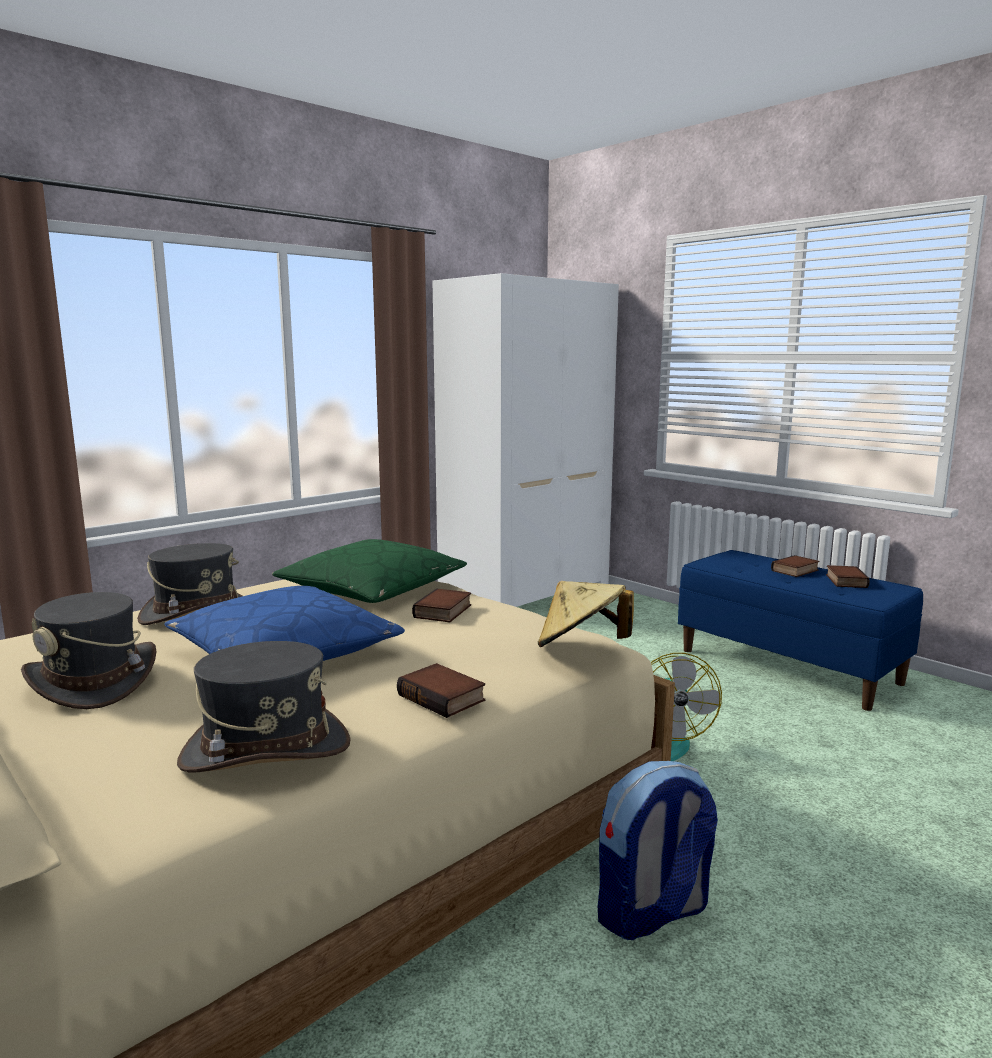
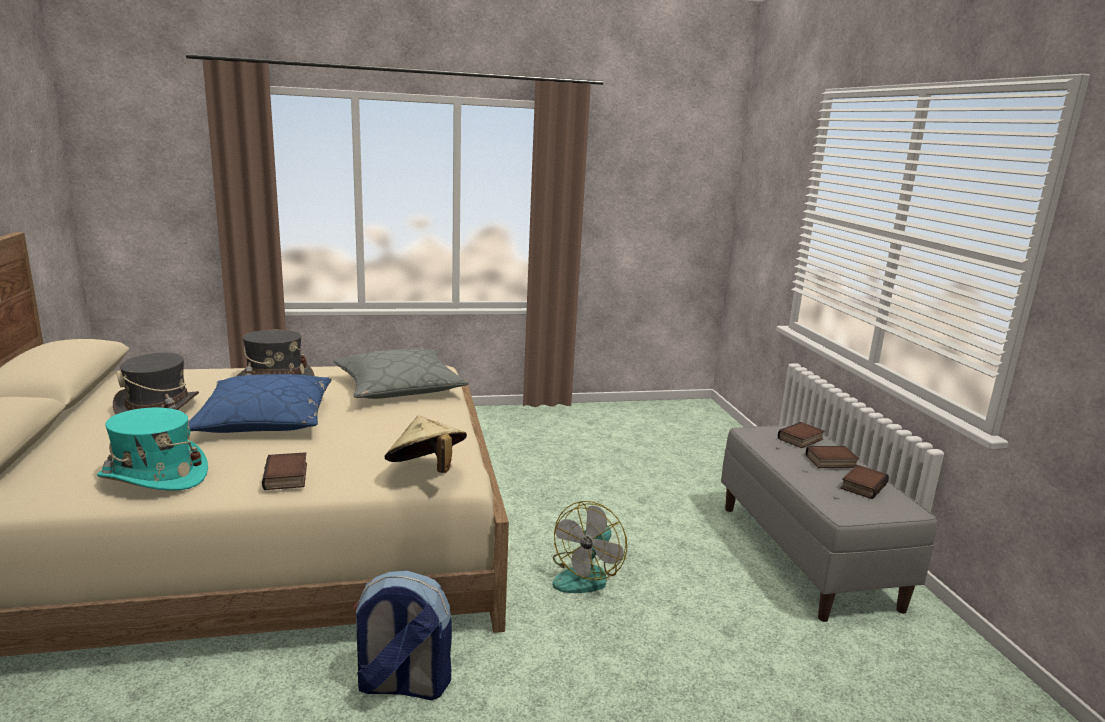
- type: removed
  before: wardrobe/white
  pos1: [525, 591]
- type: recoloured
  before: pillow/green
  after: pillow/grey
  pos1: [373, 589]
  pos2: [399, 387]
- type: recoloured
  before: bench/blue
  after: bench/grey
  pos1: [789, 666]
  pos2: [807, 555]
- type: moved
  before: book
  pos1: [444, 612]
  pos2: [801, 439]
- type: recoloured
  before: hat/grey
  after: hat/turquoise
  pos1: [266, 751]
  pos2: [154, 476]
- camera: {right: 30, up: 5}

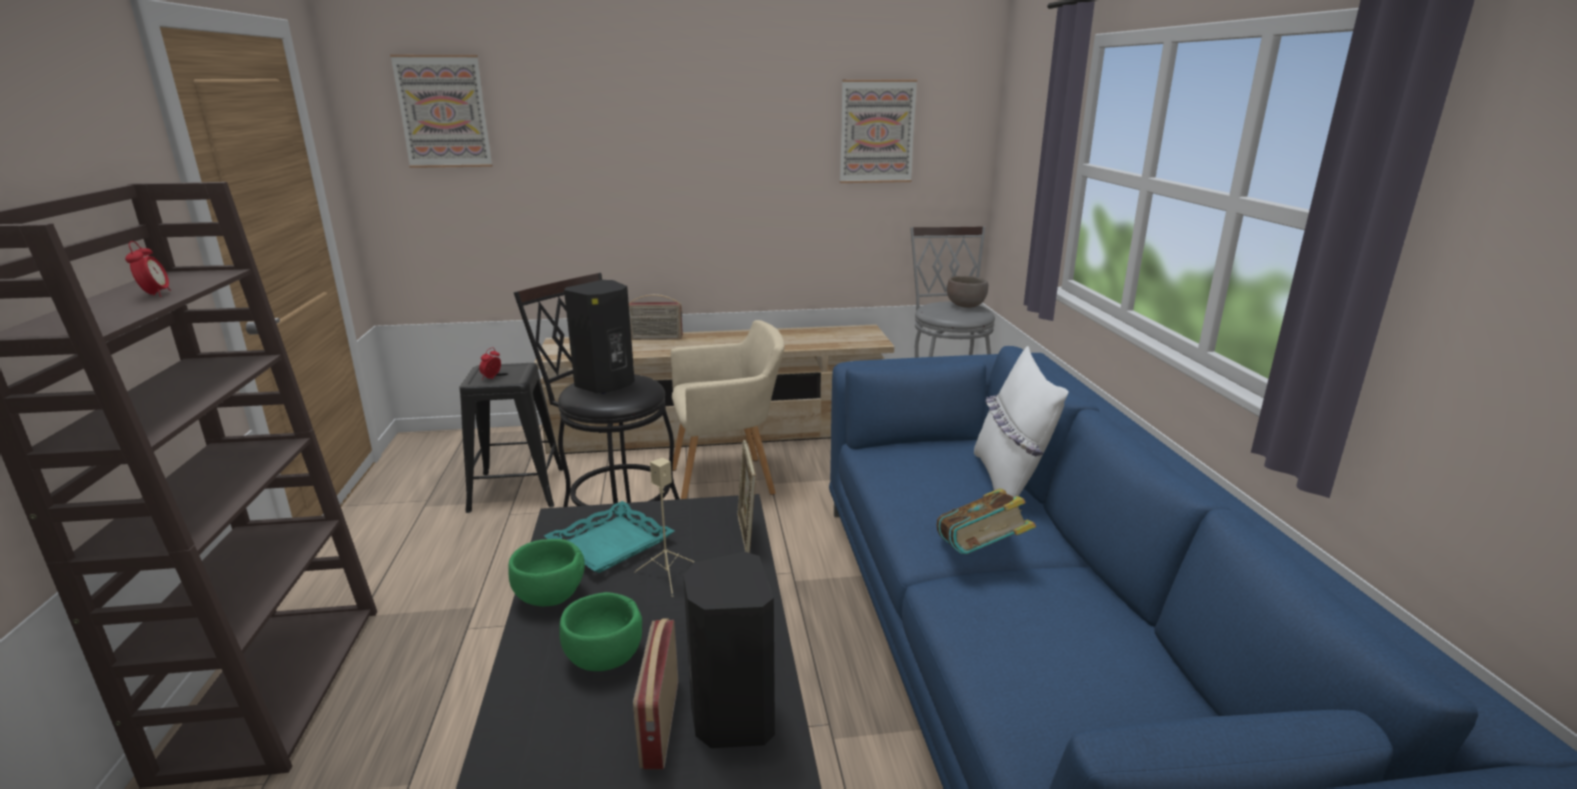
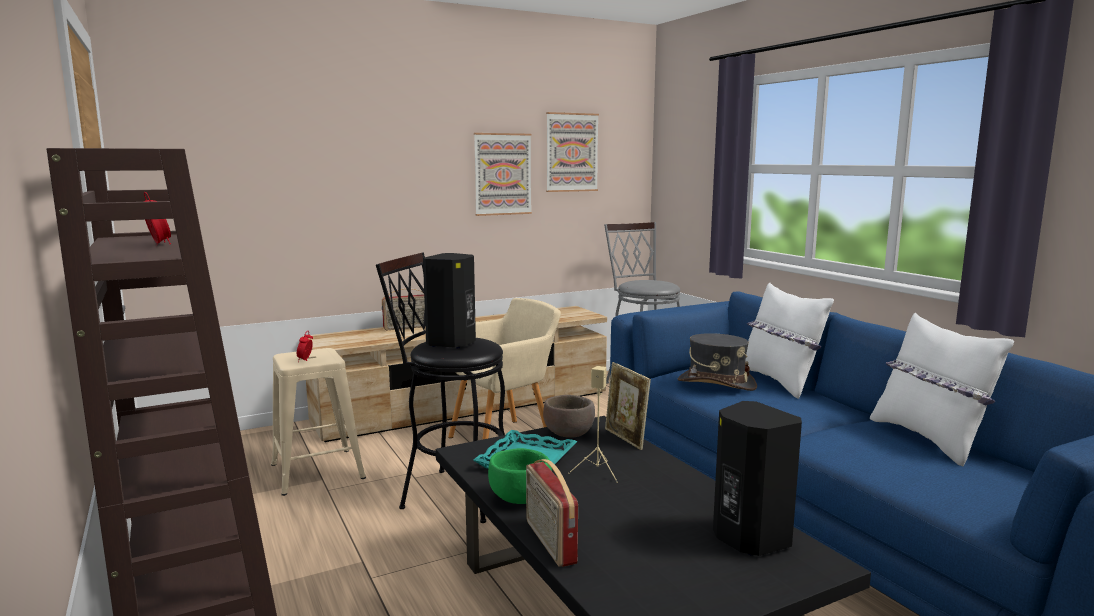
- type: moved
  before: picture
  pos1: [443, 112]
  pos2: [502, 174]
- type: moved
  before: bowl/brown
  pos1: [966, 306]
  pos2: [569, 435]
- type: recoloured
  before: stool/black
  after: stool/beige
  pos1: [517, 489]
  pos2: [317, 471]
- type: removed
  before: book
  pos1: [980, 555]
- type: removed
  before: bowl/green
  pos1: [605, 659]
- type: moved
  before: radio
  pos1: [659, 723]
  pos2: [549, 542]
- type: added
  after: pillow/white
  pos2: [929, 439]
- type: added
  after: hat/grey
  pos2: [716, 383]
- camera: {right: -20, up: -10}

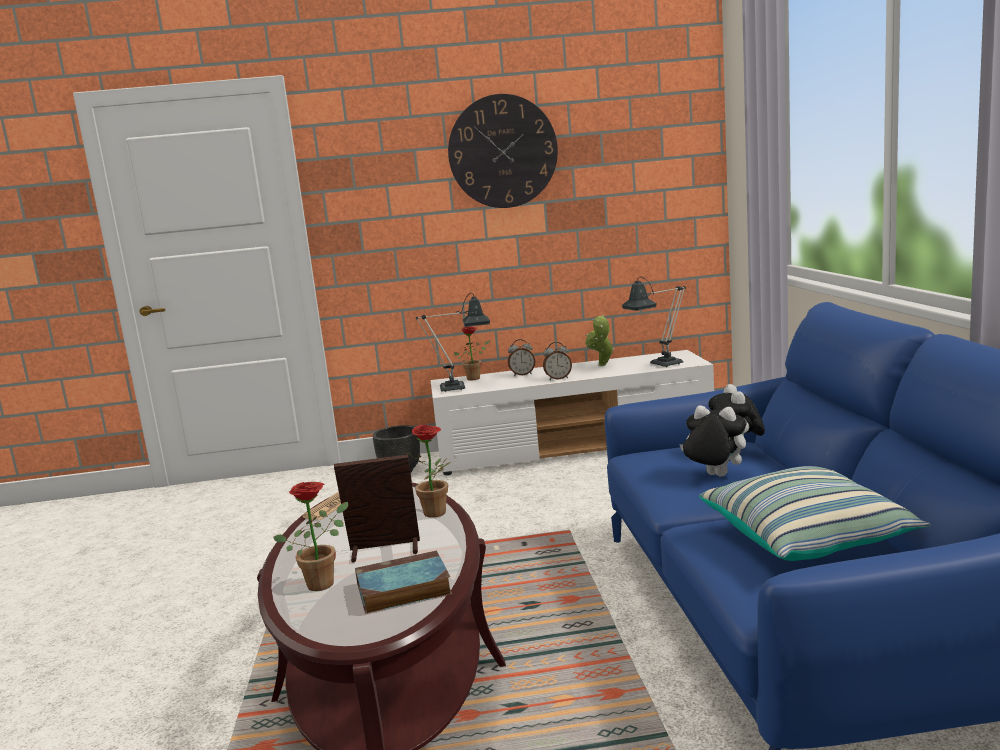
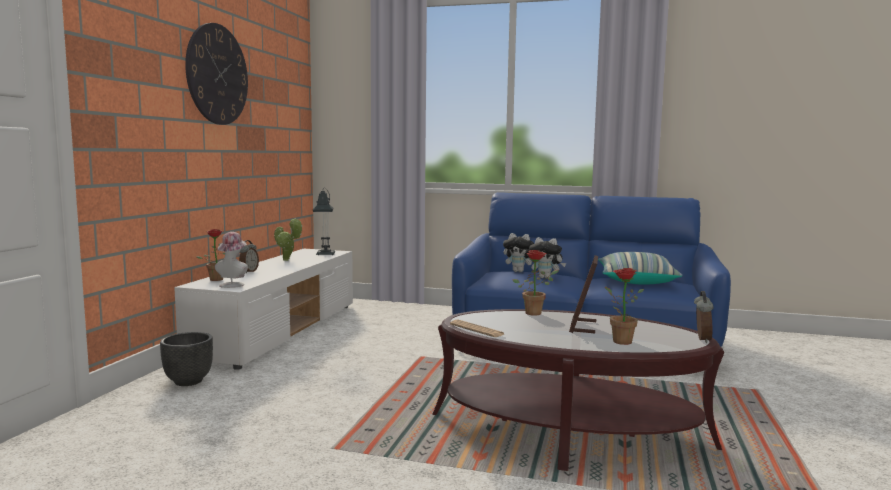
- type: replaced
  before: table lamp
  after: hat
  pos1: [460, 387]
  pos2: [233, 284]
- type: moved
  before: alarm clock
  pos1: [558, 378]
  pos2: [701, 339]
- type: turned
  before: plush toy
  pos1: [714, 476]
  pos2: [546, 277]
  turn: -120
- type: removed
  before: book
  pos1: [401, 590]
- camera: {right: -70, up: -5}

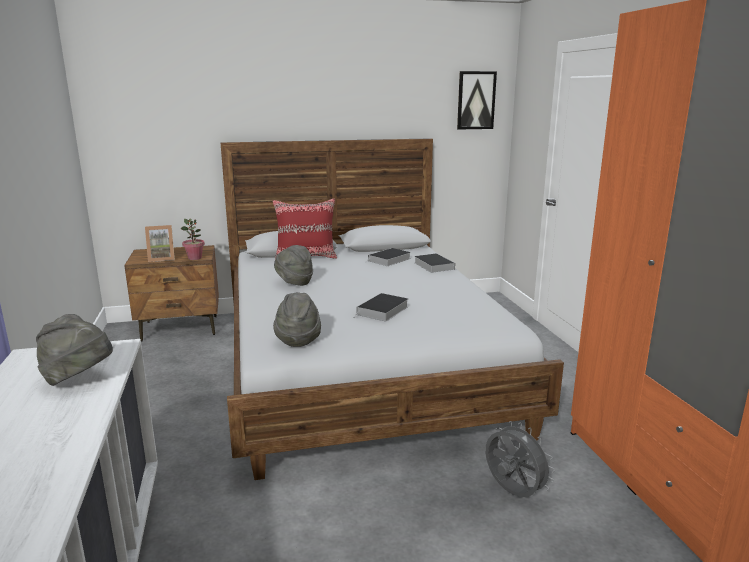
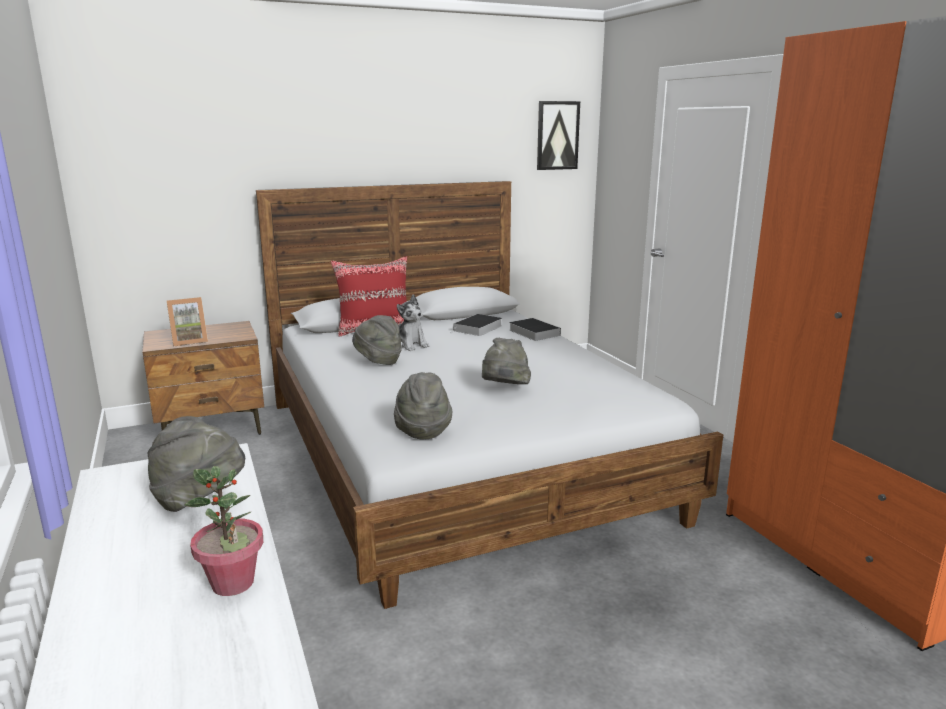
- type: moved
  before: potted plant
  pos1: [195, 258]
  pos2: [233, 583]
- type: replaced
  before: book
  after: hat/grey
  pos1: [382, 311]
  pos2: [504, 389]
- type: removed
  before: fan/grey
  pos1: [512, 492]
- type: added
  after: plush toy
  pos2: [409, 345]
- camera: {right: -10, up: 0}

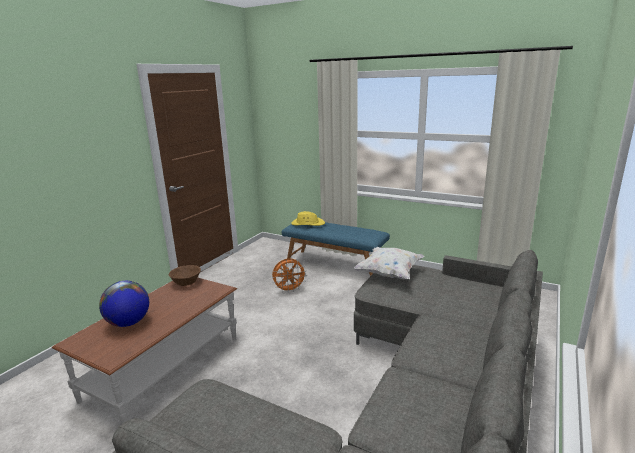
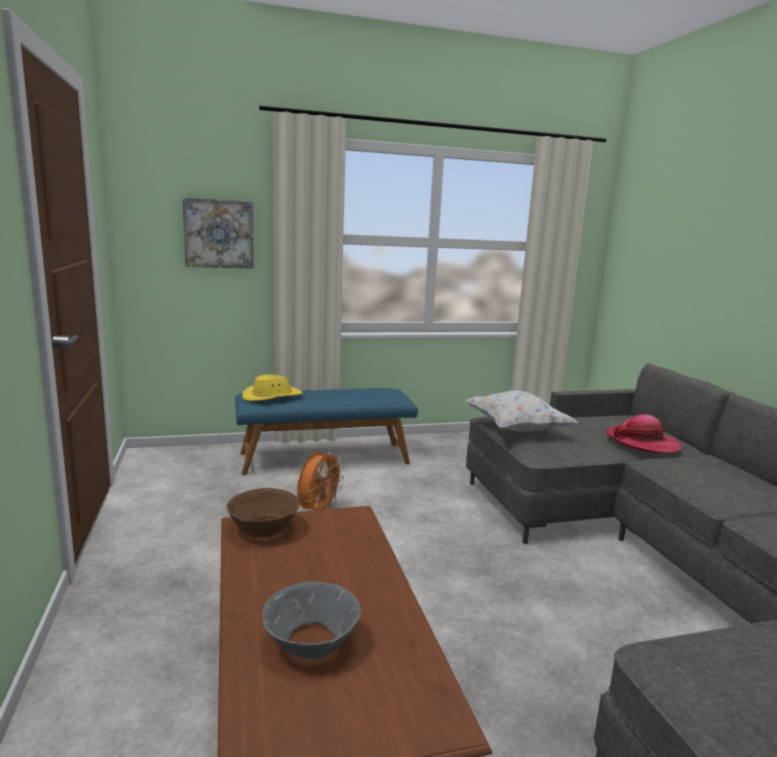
- type: replaced
  before: globe
  after: bowl/grey
  pos1: [129, 323]
  pos2: [310, 643]
- type: added
  after: picture
  pos2: [219, 233]
- type: added
  after: hat
  pos2: [642, 443]
- camera: {right: -45, up: -5}

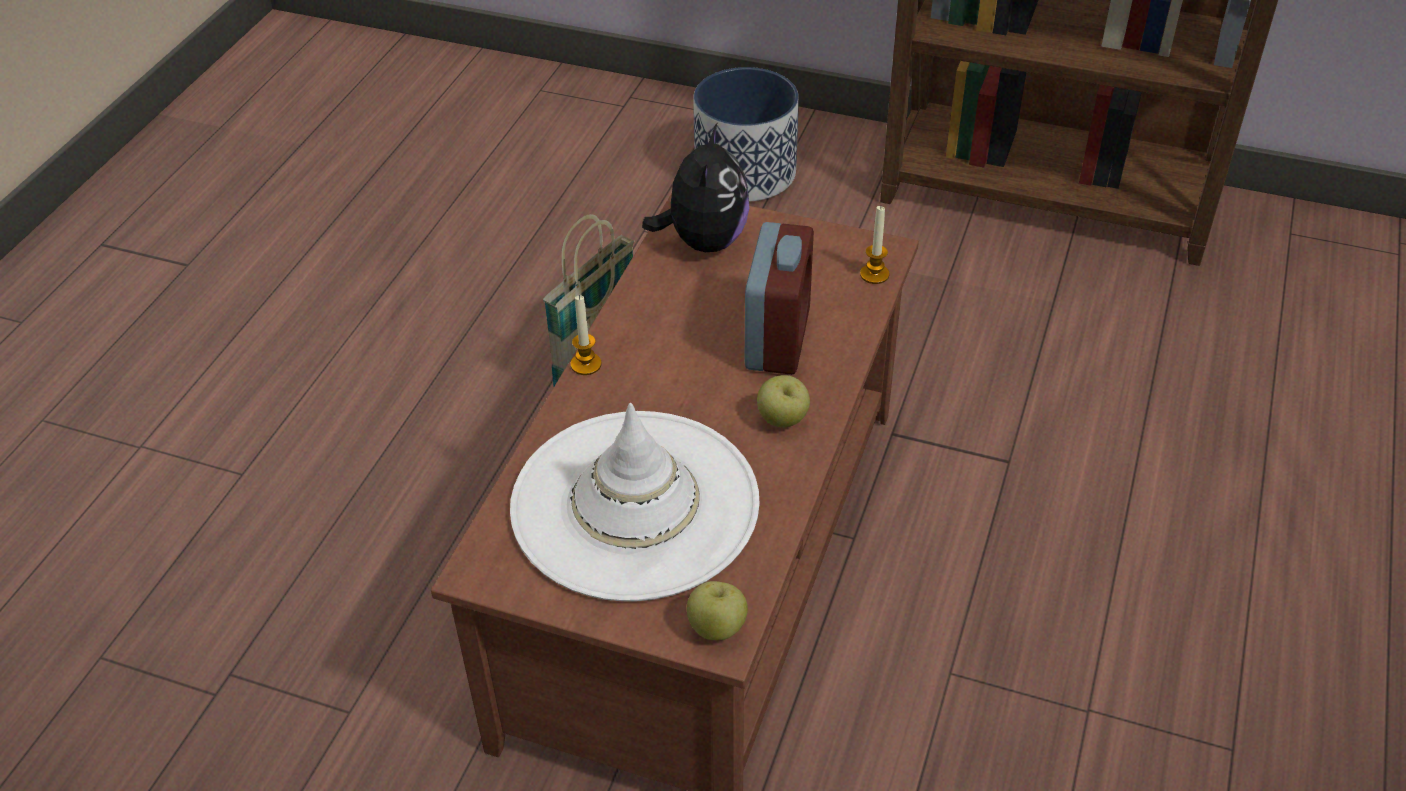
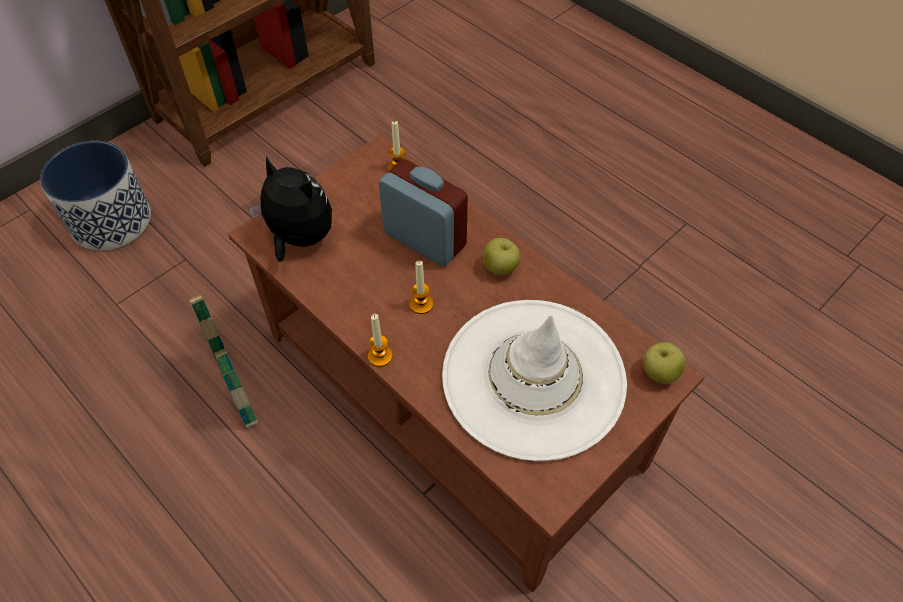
- type: added
  after: candle
  pos2: [421, 304]
- camera: {right: -65, up: 10}

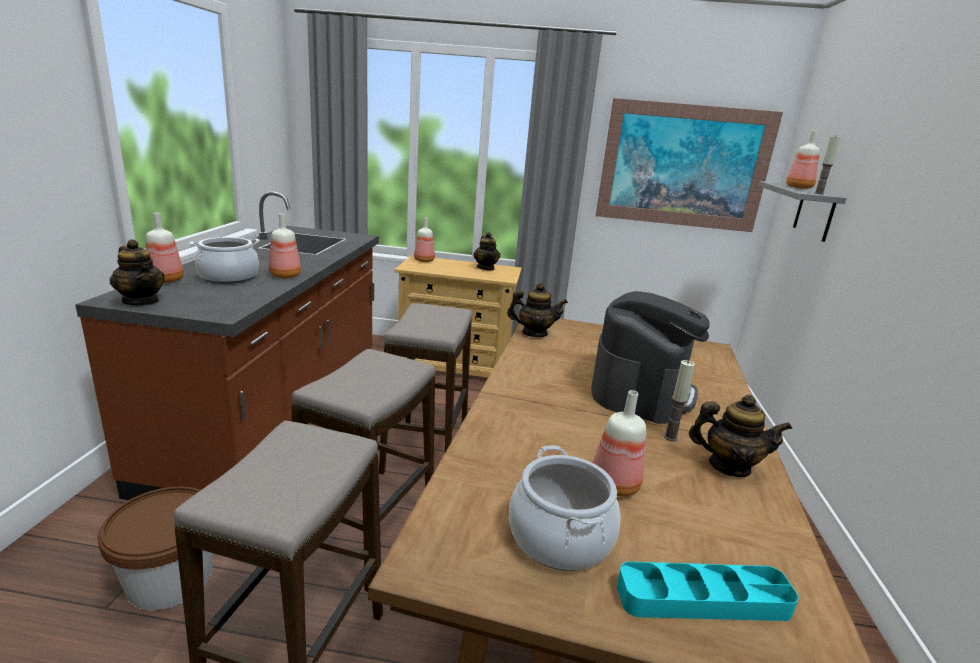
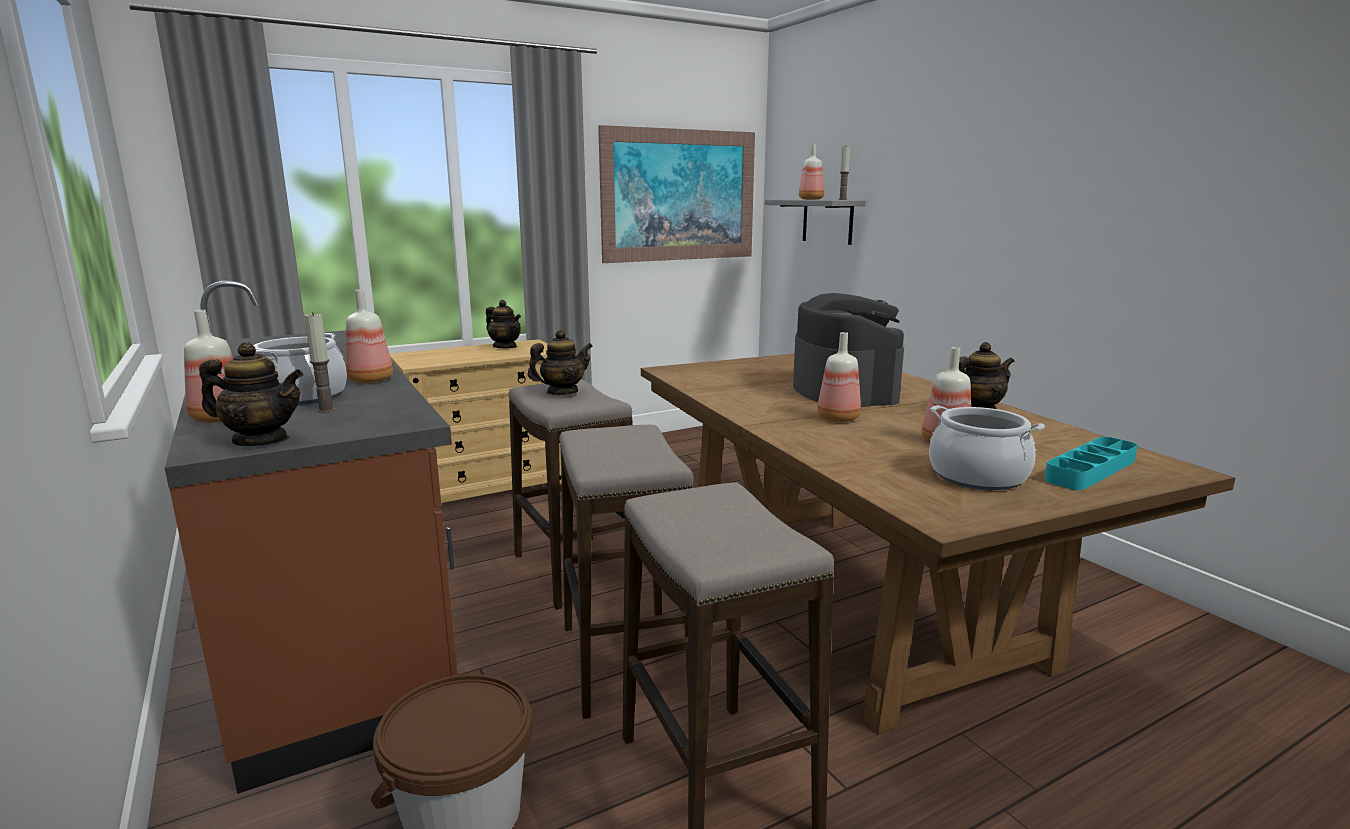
- type: moved
  before: bottle
  pos1: [424, 260]
  pos2: [836, 418]
- type: moved
  before: teapot
  pos1: [534, 333]
  pos2: [562, 392]
- type: moved
  before: candle
  pos1: [670, 437]
  pos2: [326, 410]
- camera: {right: -35, up: -5}

